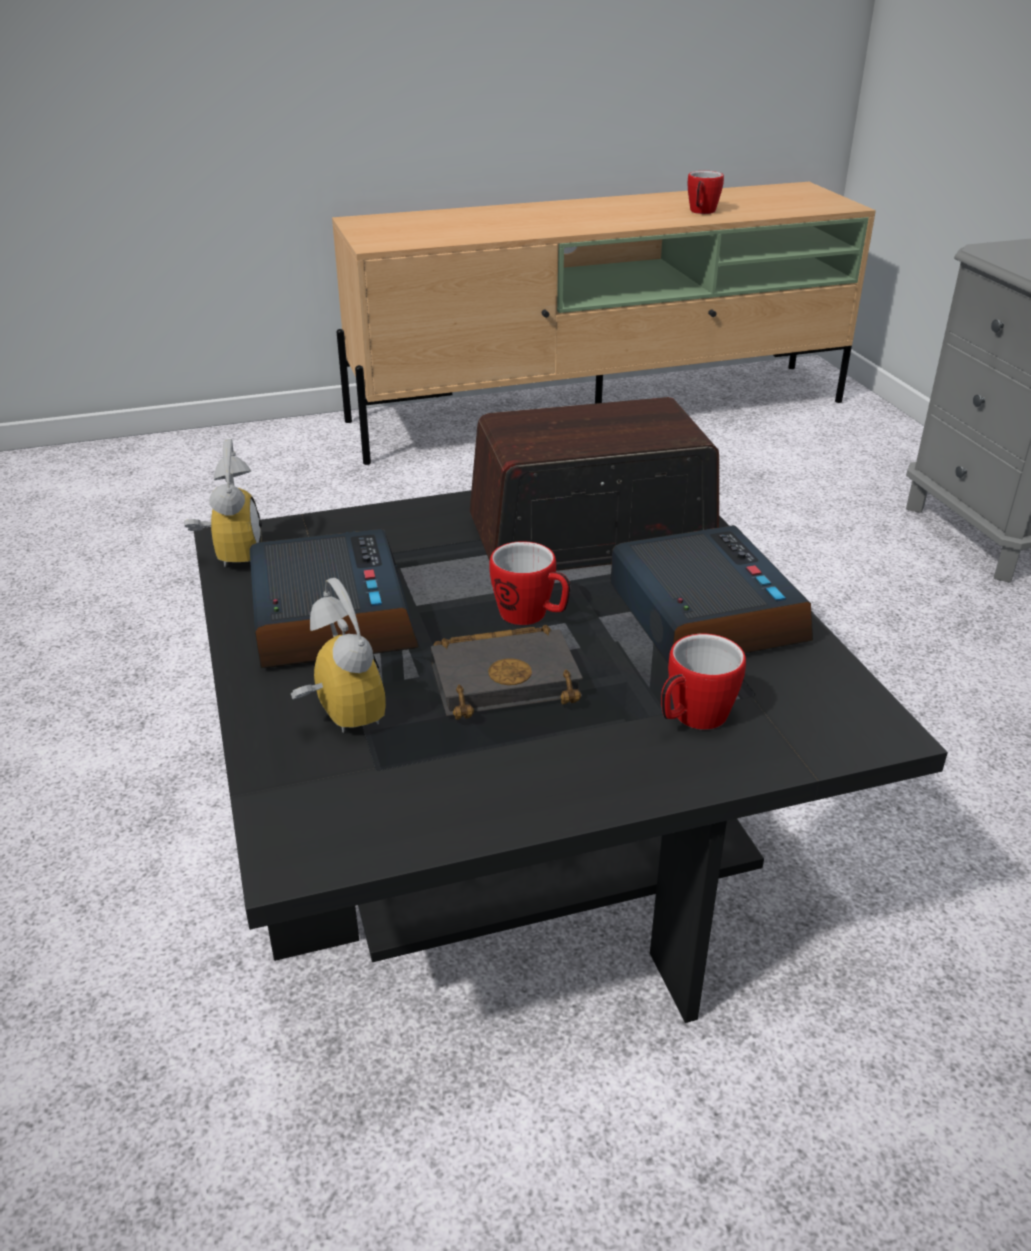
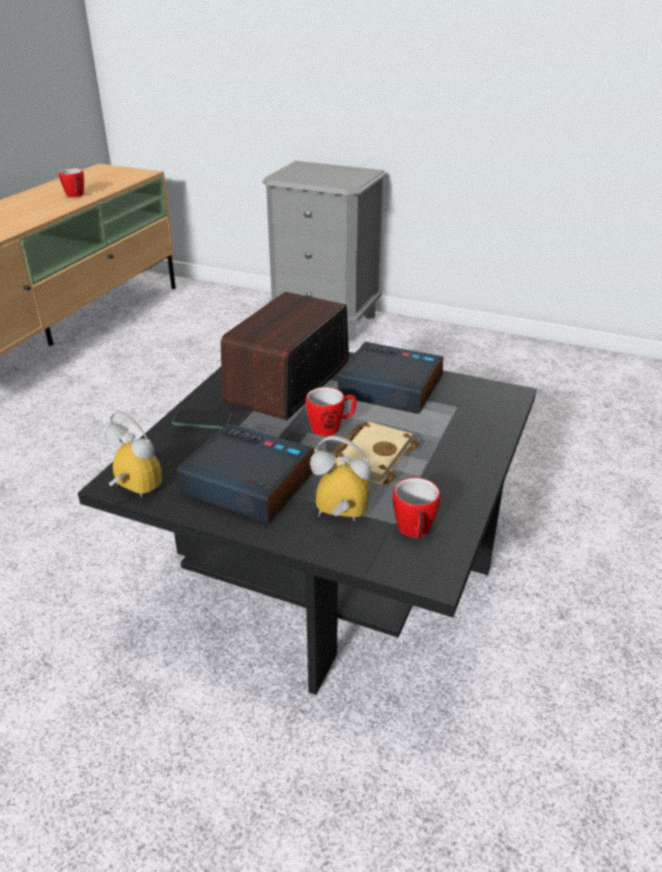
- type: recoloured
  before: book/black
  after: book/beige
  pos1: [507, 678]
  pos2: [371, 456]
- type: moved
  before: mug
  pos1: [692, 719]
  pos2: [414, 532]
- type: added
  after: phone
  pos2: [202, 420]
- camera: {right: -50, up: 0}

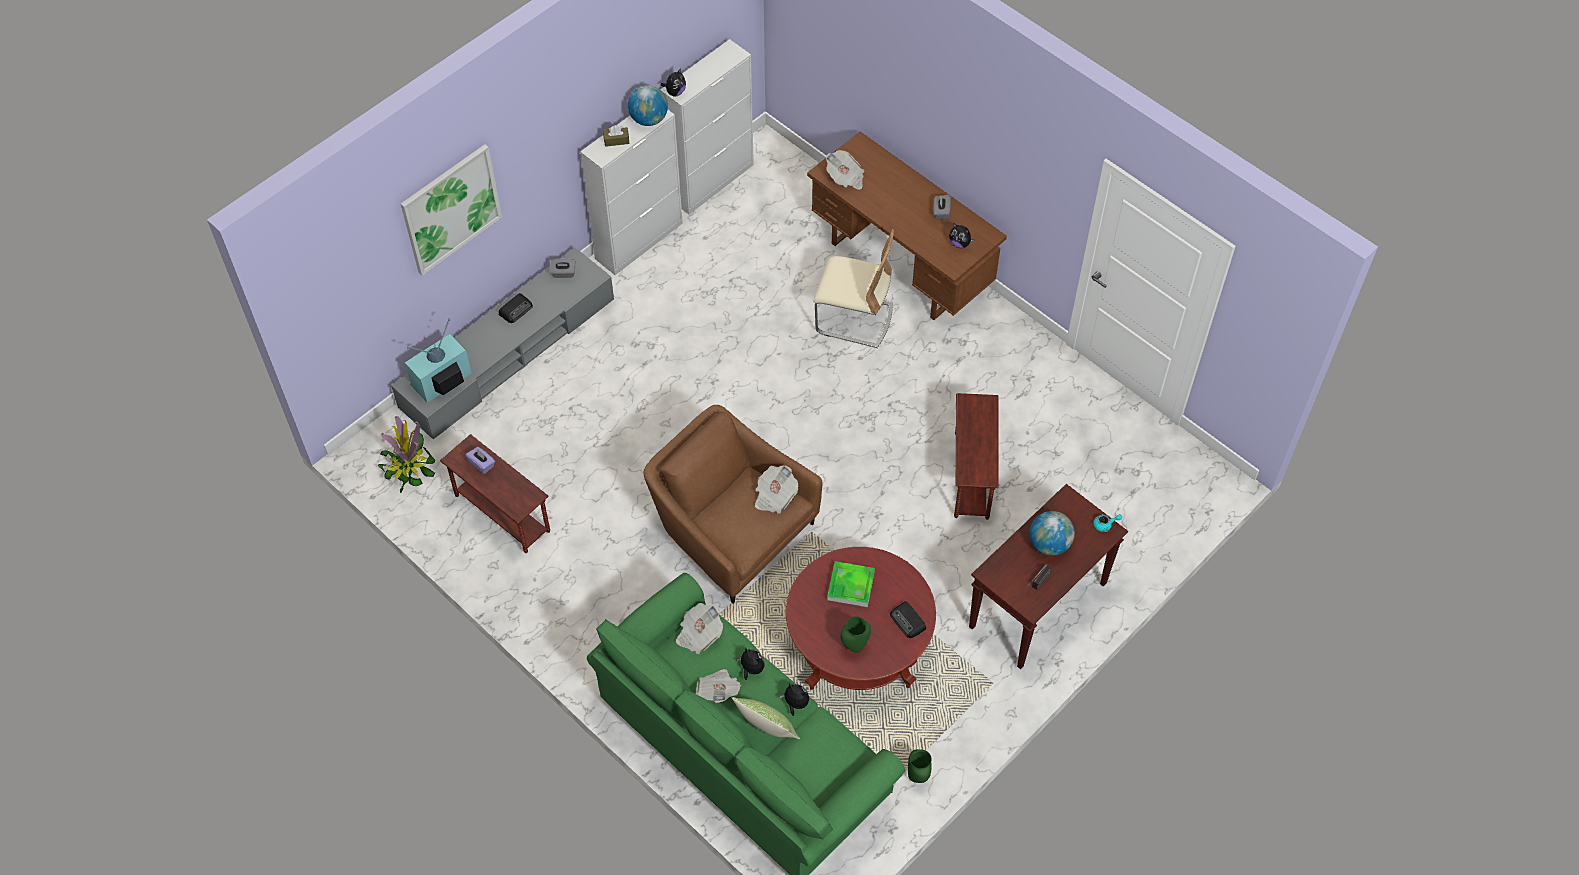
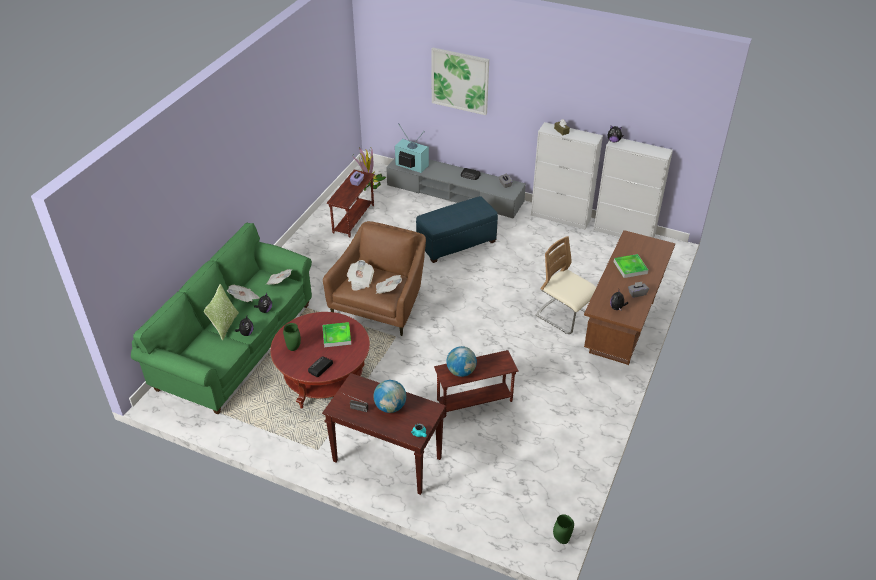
- type: moved
  before: globe
  pos1: [649, 119]
  pos2: [461, 371]
- type: moved
  before: newspaper
  pos1: [845, 178]
  pos2: [360, 281]
- type: turned
  before: chair/beige
  pos1: [854, 319]
  pos2: [564, 316]
  turn: 135
- type: moved
  before: vase/green
  pos1: [918, 777]
  pos2: [561, 540]
- type: added
  after: ottoman/blue
  pos2: [456, 243]
- type: added
  after: tray
  pos2: [630, 267]
- camera: {right: 70, up: -15}

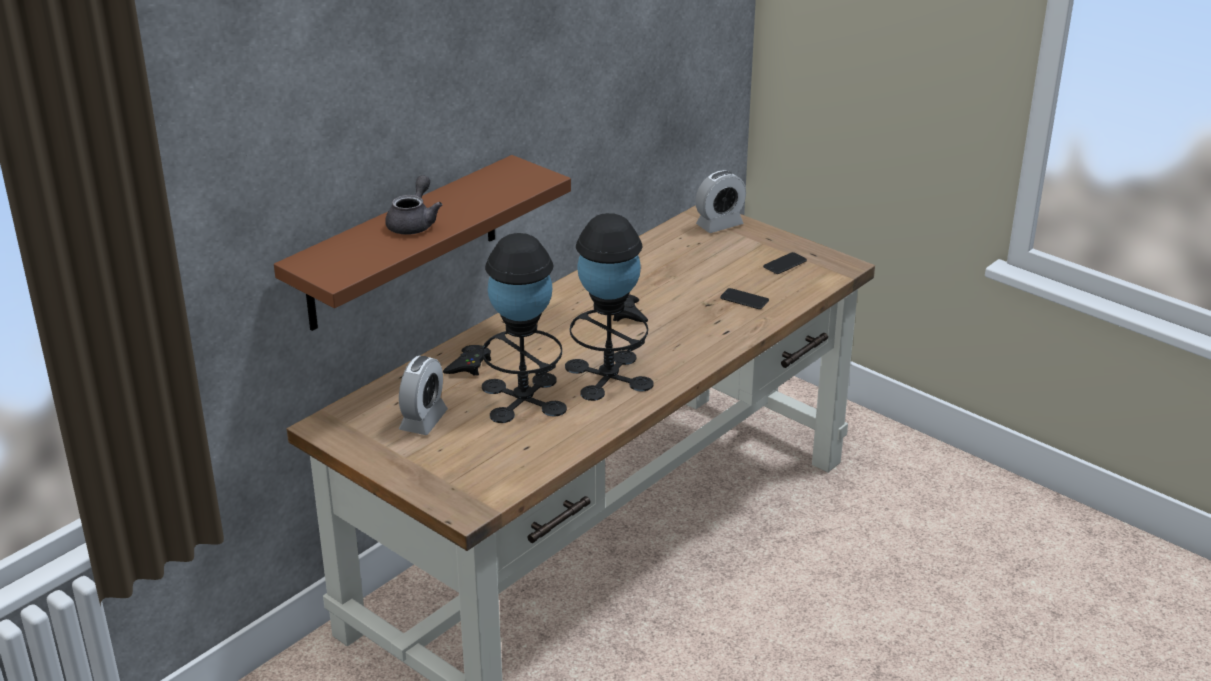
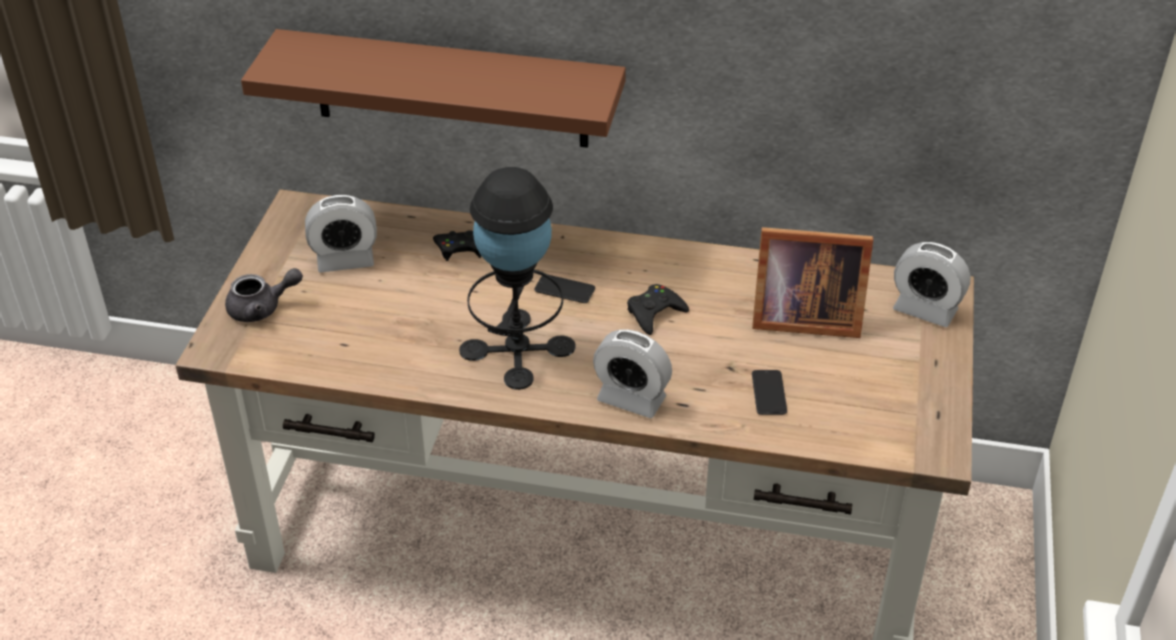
- type: moved
  before: teapot/grey
  pos1: [414, 223]
  pos2: [262, 308]
- type: removed
  before: table lamp/black
  pos1: [523, 398]
- type: moved
  before: phone
  pos1: [785, 264]
  pos2: [564, 290]
- type: added
  after: picture frame
  pos2: [801, 316]
- type: added
  after: alarm clock
  pos2: [631, 399]
- camera: {right: 60, up: 10}

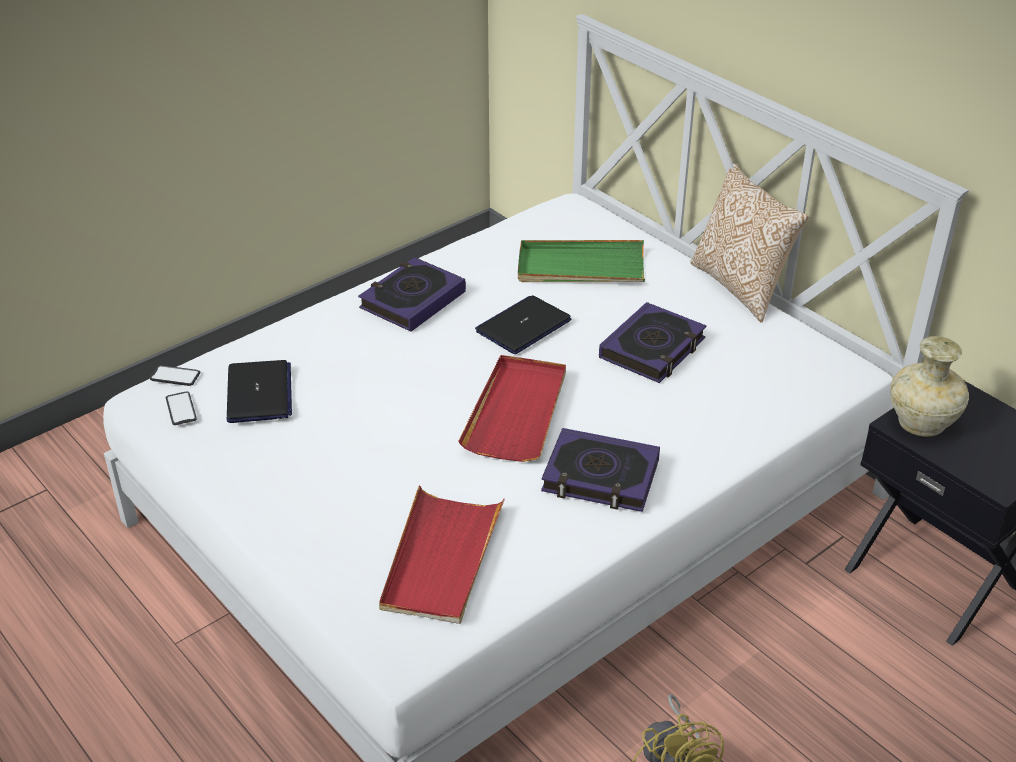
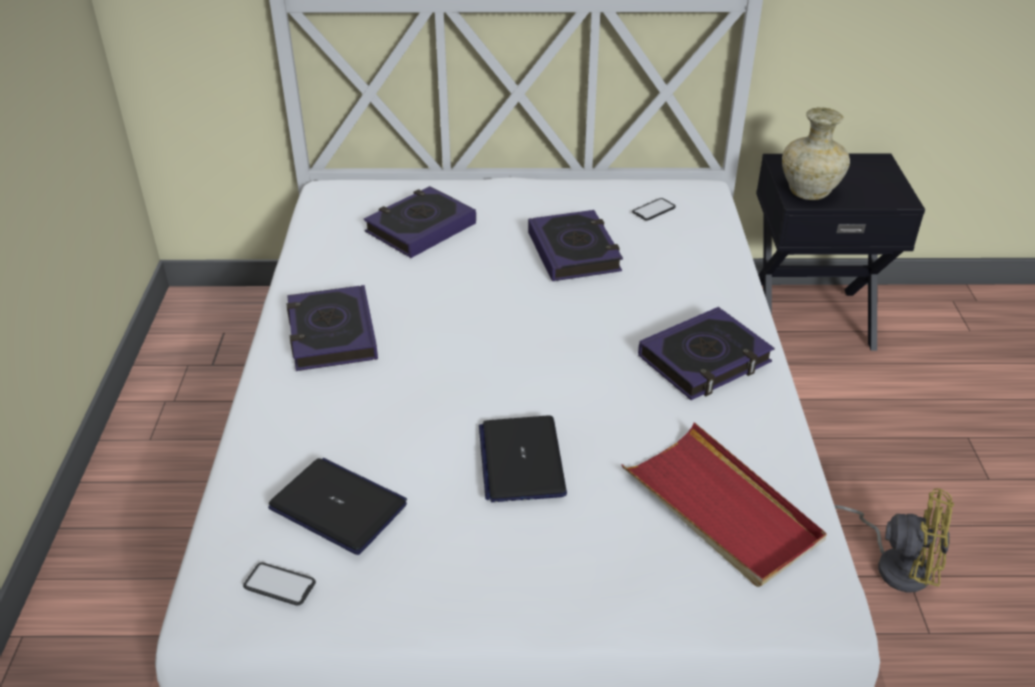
- type: removed
  before: pillow
  pos1: [741, 286]
- type: replaced
  before: tray/green
  after: book
  pos1: [580, 267]
  pos2: [420, 228]
- type: moved
  before: laptop
  pos1: [523, 326]
  pos2: [521, 460]
- type: removed
  before: tray/red
  pos1: [517, 411]
- type: moved
  before: phone
  pos1: [175, 376]
  pos2: [653, 210]
- camera: {right: -50, up: 0}

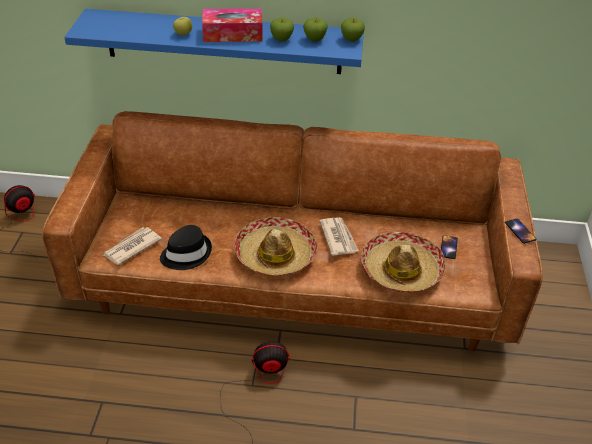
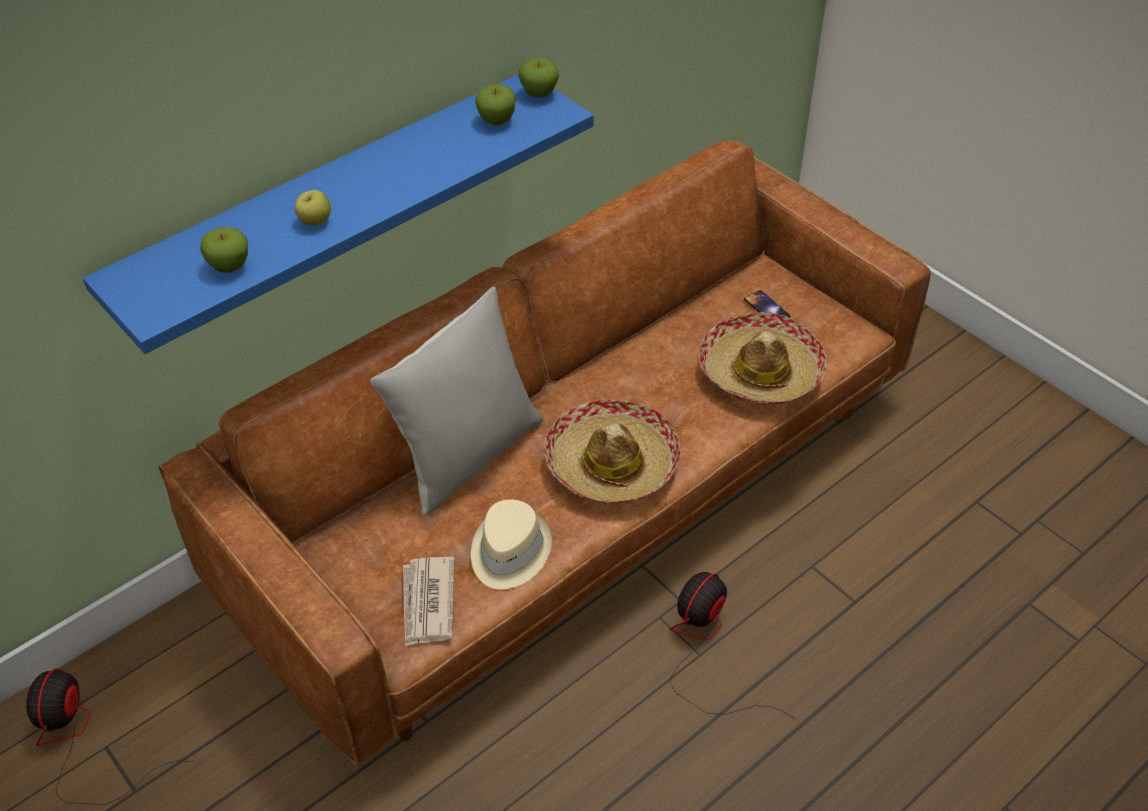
- type: removed
  before: tissue box
  pos1: [232, 34]
- type: moved
  before: apple
  pos1: [281, 39]
  pos2: [230, 266]
- type: removed
  before: newspaper
  pos1: [338, 237]
- type: removed
  before: phone
  pos1: [520, 231]
- type: recoloured
  before: hat/black
  after: hat/beige
  pos1: [186, 254]
  pos2: [509, 551]
- type: added
  after: pillow/grey
  pos2: [467, 455]
- camera: {right: -45, up: 5}

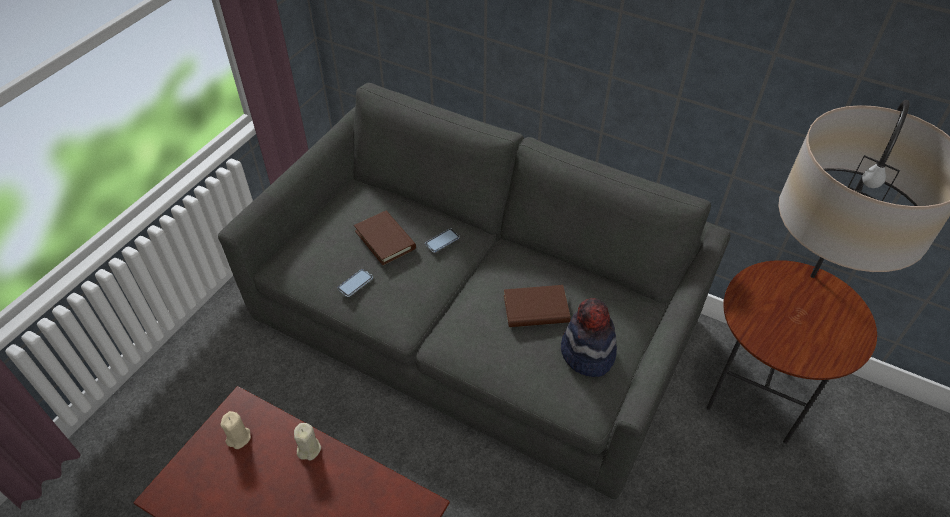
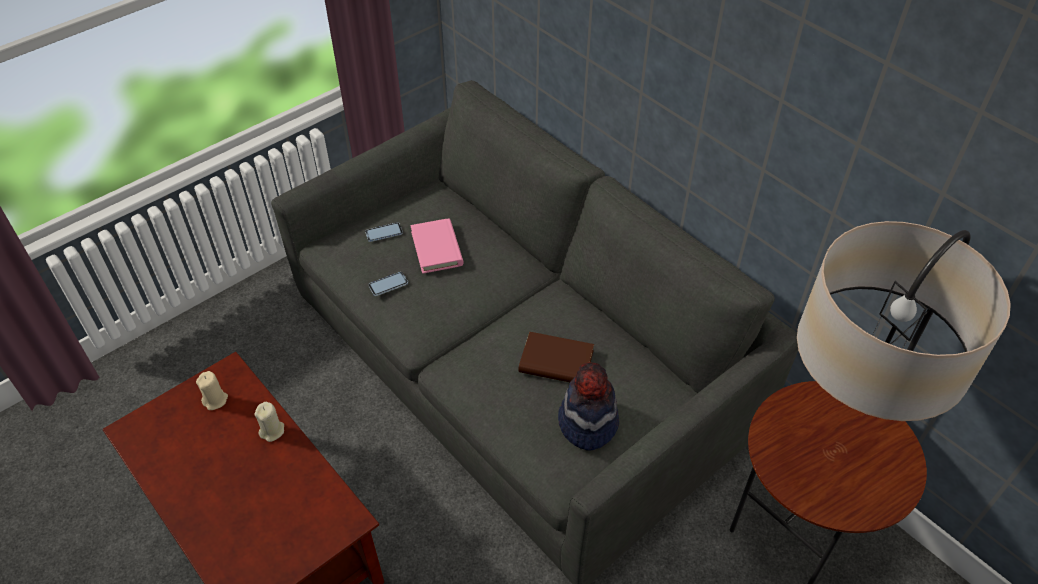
- type: recoloured
  before: book/brown
  after: book/pink
  pos1: [385, 240]
  pos2: [437, 248]
- type: moved
  before: phone
  pos1: [442, 241]
  pos2: [384, 233]
- camera: {right: 20, up: 0}

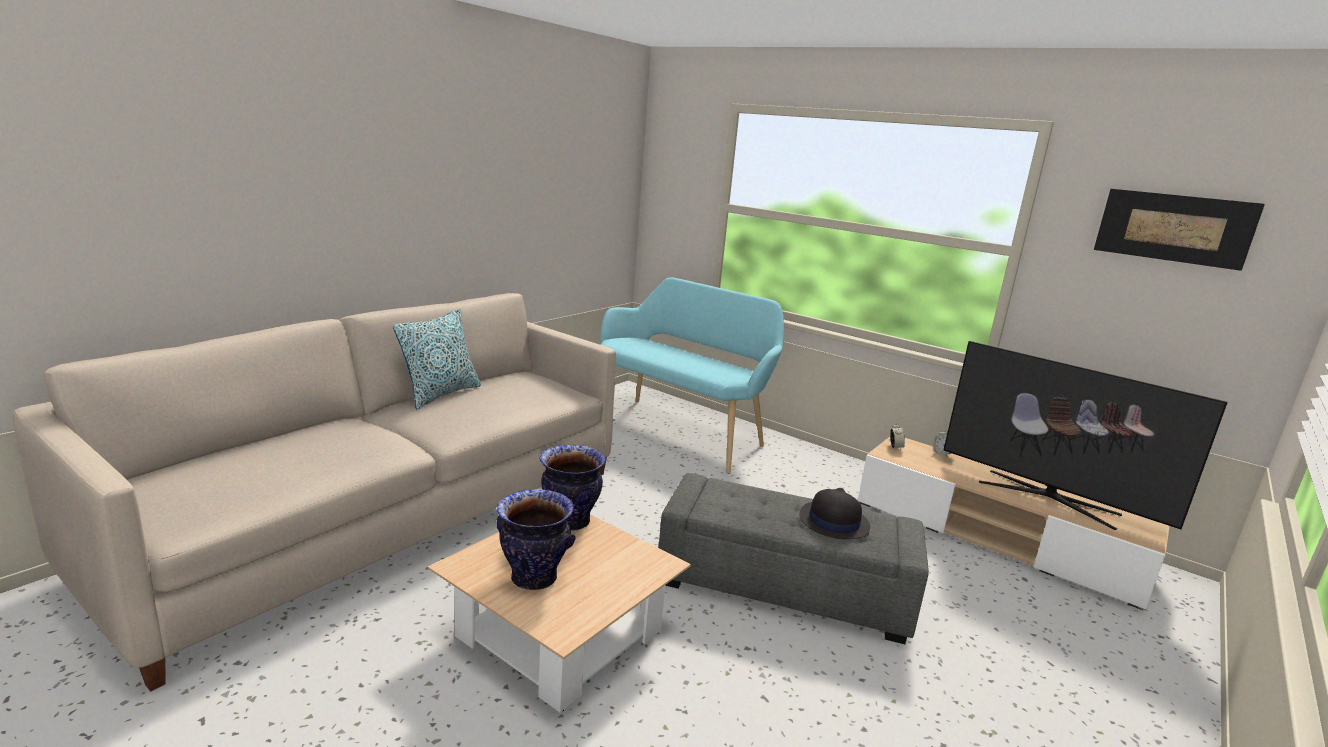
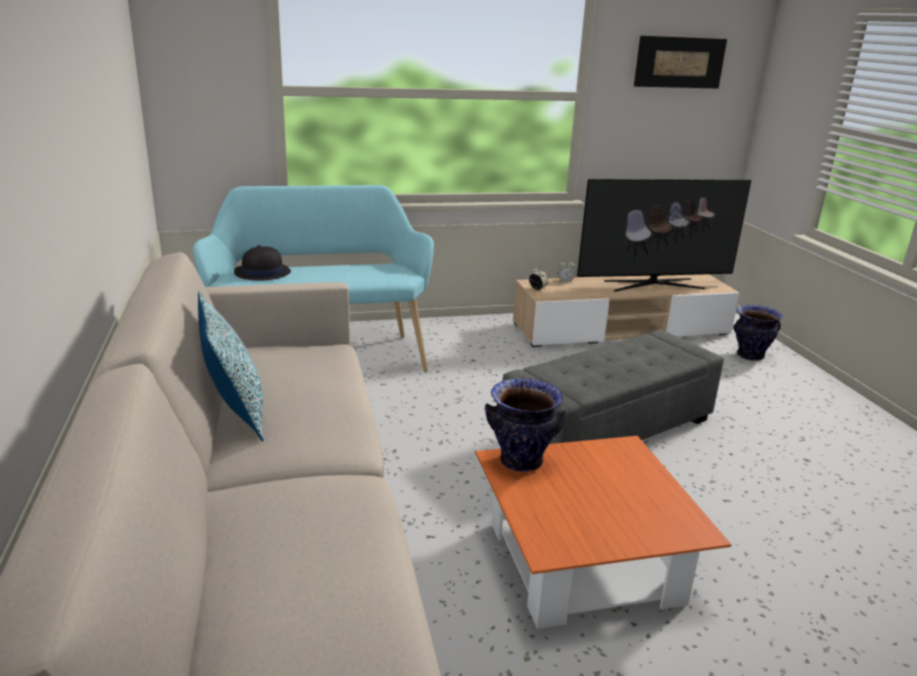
- type: moved
  before: hat/black
  pos1: [833, 521]
  pos2: [262, 273]
- type: moved
  before: vase
  pos1: [534, 578]
  pos2: [750, 356]
- type: recoloured
  before: coffee table/beige
  after: coffee table/orange
  pos1: [560, 634]
  pos2: [583, 562]
- camera: {right: -50, up: 5}

